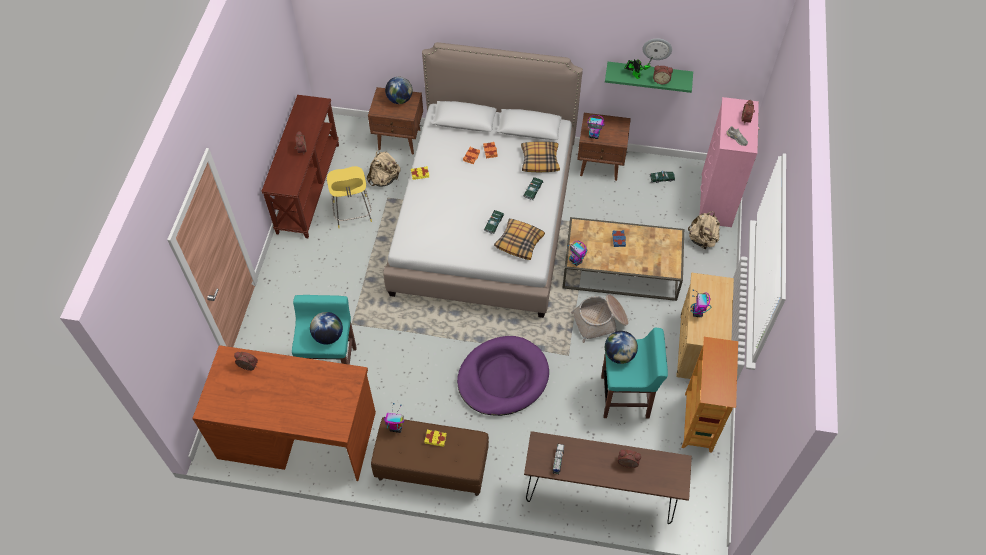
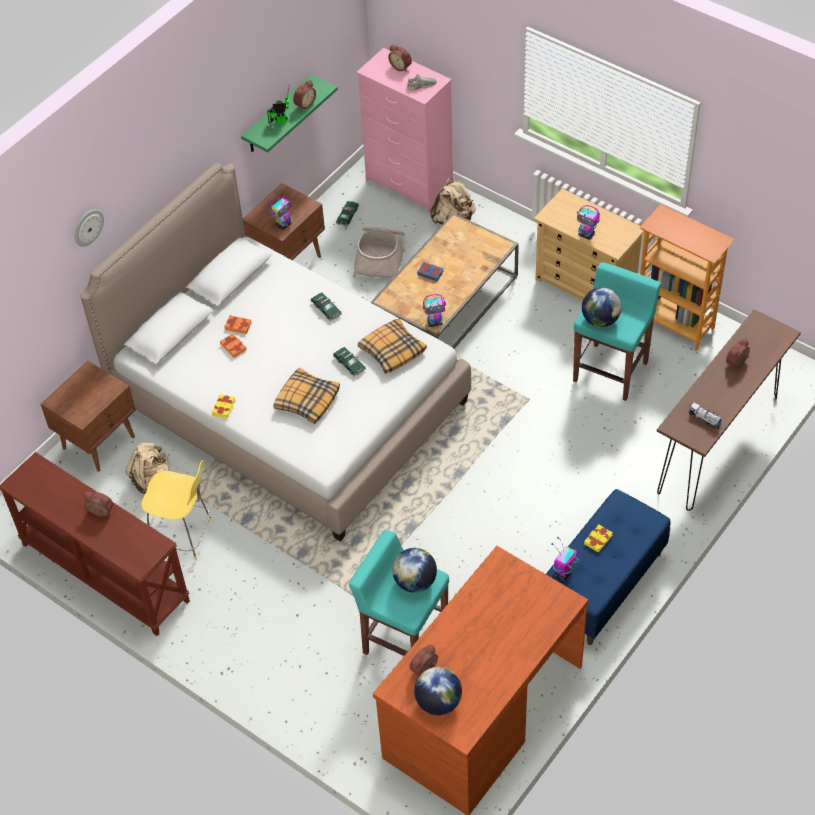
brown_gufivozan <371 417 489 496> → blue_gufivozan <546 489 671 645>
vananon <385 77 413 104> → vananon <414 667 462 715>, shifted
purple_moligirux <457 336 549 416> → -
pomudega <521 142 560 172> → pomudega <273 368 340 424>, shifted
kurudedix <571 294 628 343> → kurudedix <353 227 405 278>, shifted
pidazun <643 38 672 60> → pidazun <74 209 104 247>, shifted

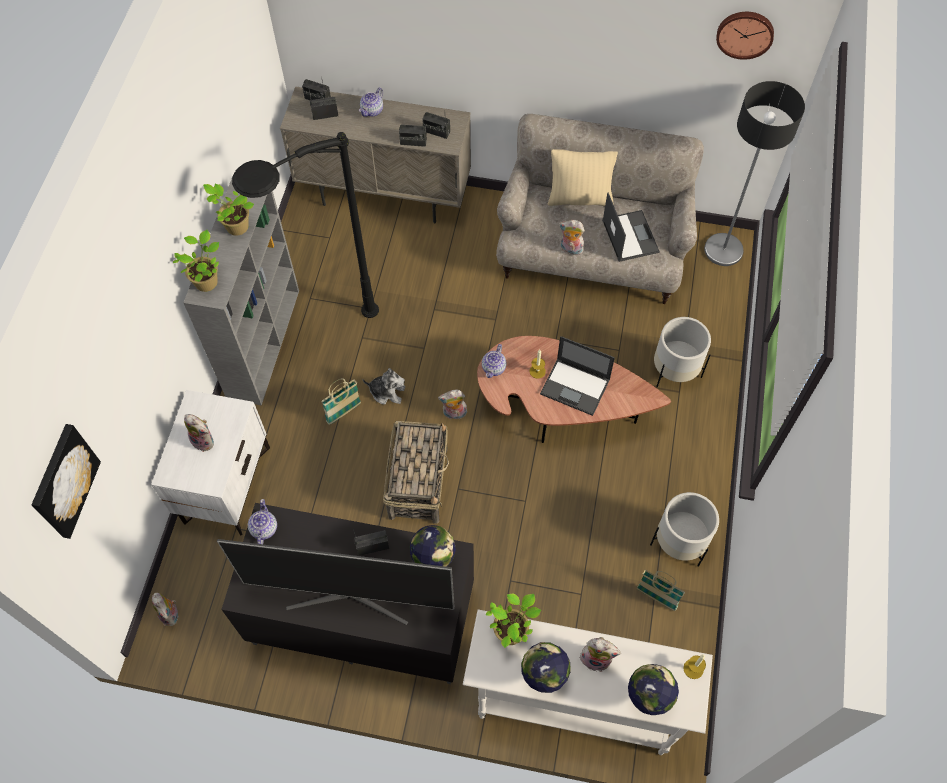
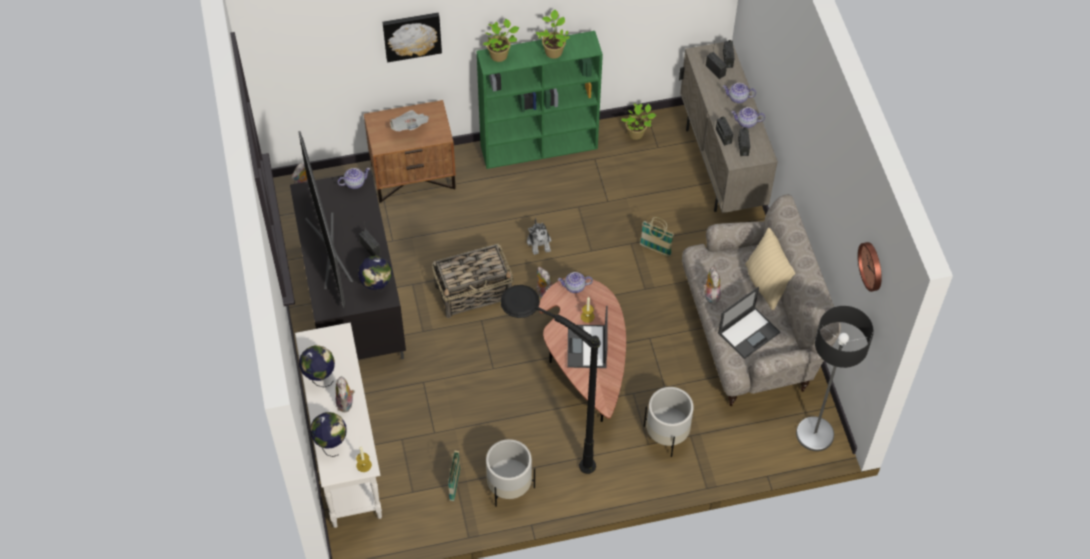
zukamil <32 424 101 539> → zukamil <383 13 442 62>, shifted
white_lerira <151 390 270 536> → brown_lerira <364 100 456 203>
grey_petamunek <183 179 299 406> → green_petamunek <477 31 603 169>
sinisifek <184 414 214 452> → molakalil <390 110 429 131>
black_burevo <232 132 379 318> → black_burevo <500 285 600 474>, shifted
kurudedix <321 378 361 425> → kurudedix <640 217 674 256>, shifted
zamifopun <486 594 541 648> → zamifopun <621 103 656 140>, shifted
- → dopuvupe <731 107 765 128>

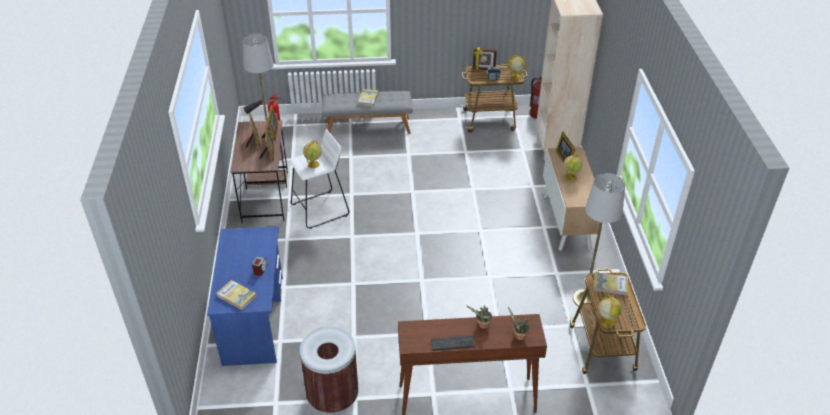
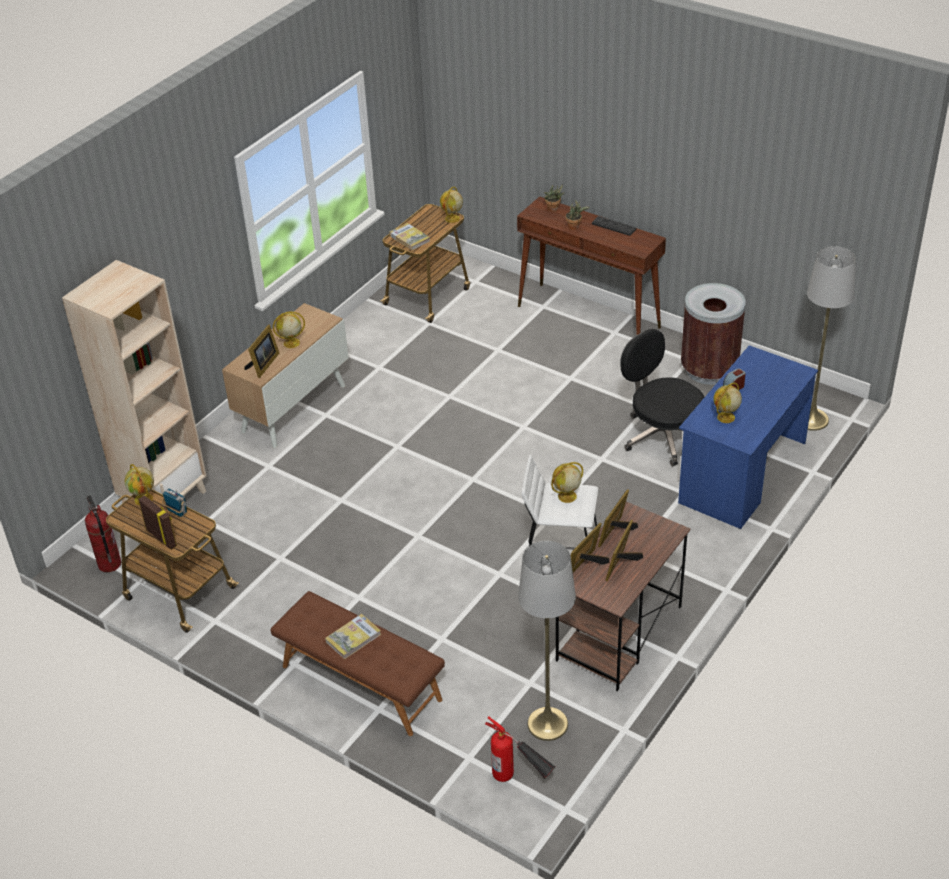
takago <216 280 257 310> → -
grey_gufivozan <322 91 413 134> → brown_gufivozan <271 591 445 736>
grey_burevo <573 173 625 309> → grey_burevo <807 246 856 431>, shifted
- → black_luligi <620 329 704 467>
- → vananon <713 382 742 423>

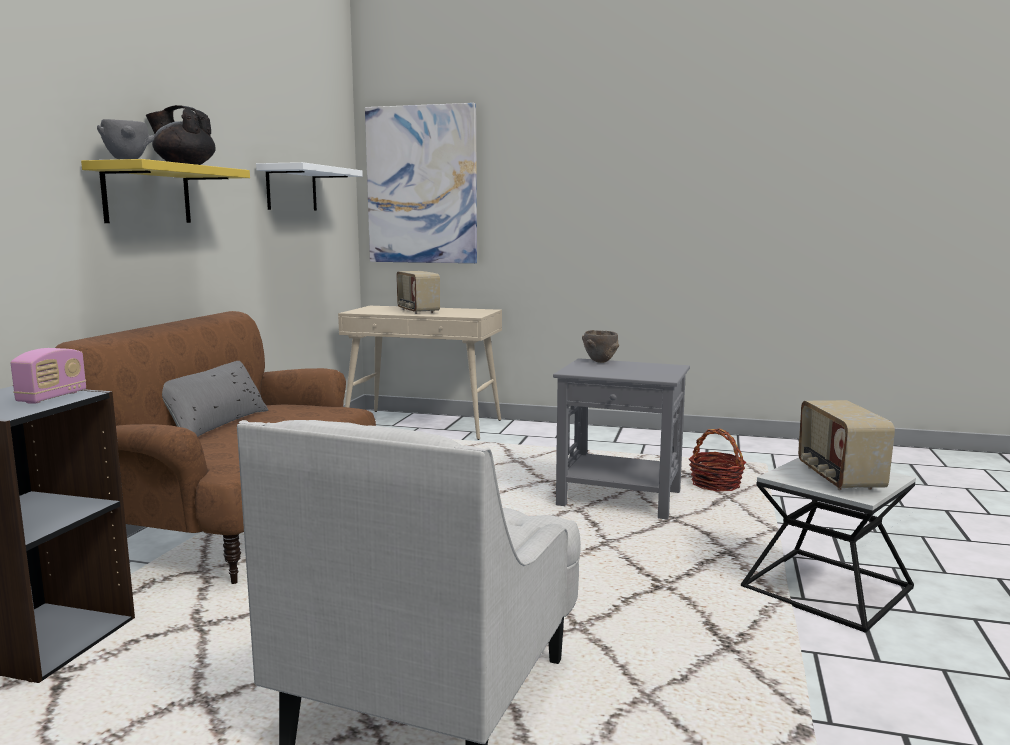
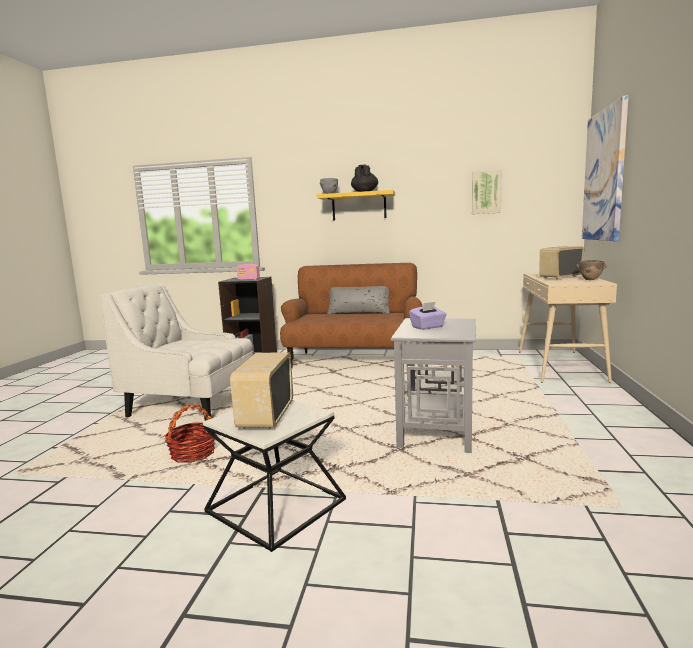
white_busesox <256 162 363 211> → zukamil <472 170 502 214>
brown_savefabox <582 330 619 363> → brown_savefabox <576 260 607 280>, shifted
kurudedix <689 428 746 492> → kurudedix <165 404 216 463>, shifted
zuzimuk <798 400 895 490> → zuzimuk <230 352 293 429>, 75 degrees counterclockwise
- → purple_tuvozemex <409 302 447 330>

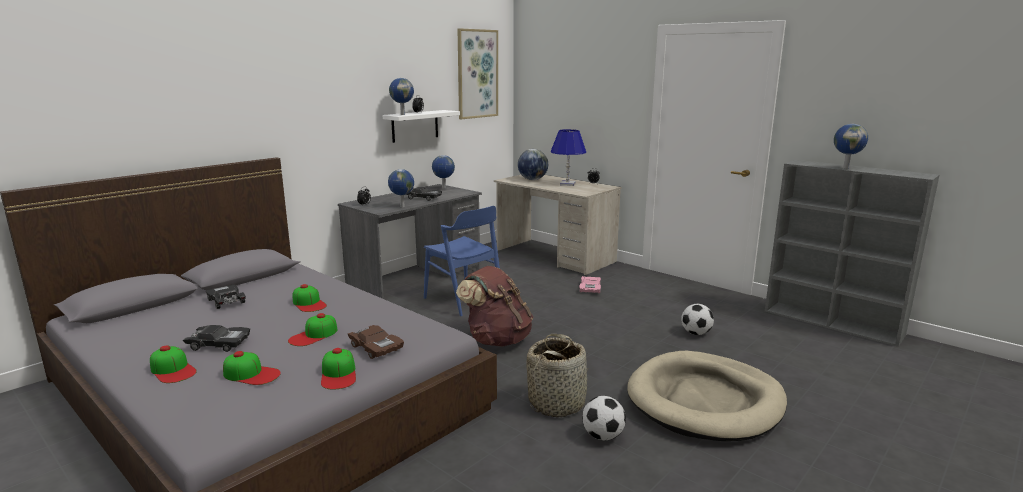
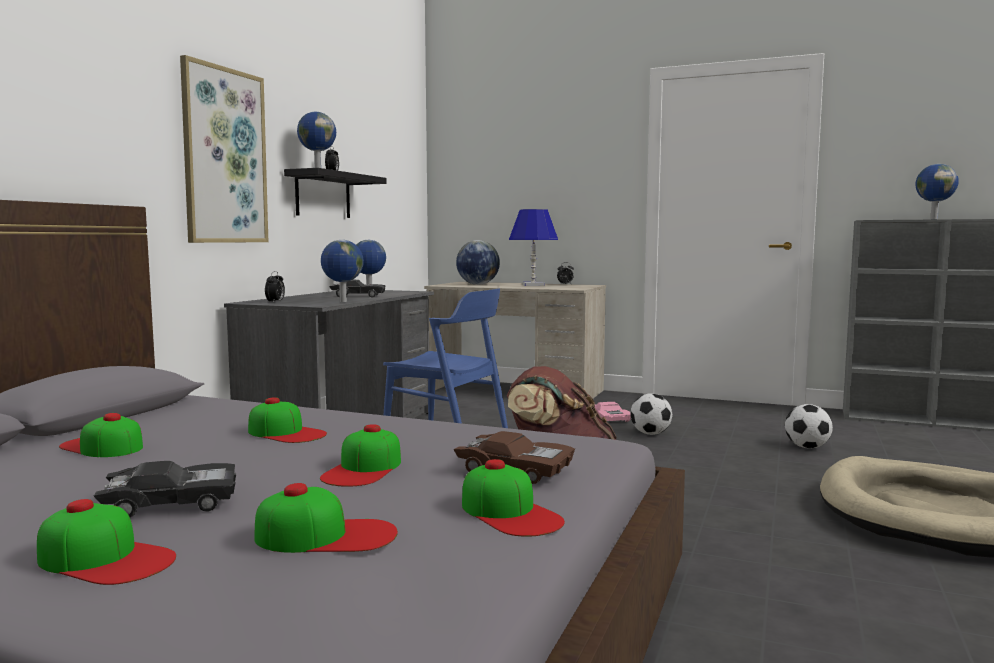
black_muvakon <206 285 246 309> → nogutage <59 413 143 457>
white_busesox <383 110 460 143> → black_busesox <284 168 387 218>
zukamil <458 28 498 119> → zukamil <180 55 268 243>, shifted
kurudedix <527 334 589 417> → -
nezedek <582 396 626 440> → nezedek <630 393 672 435>, shifted

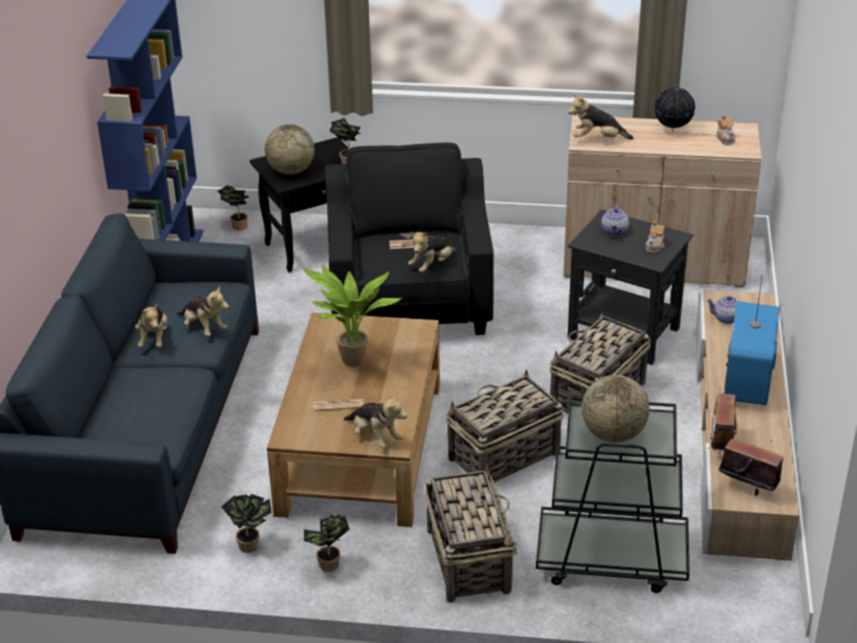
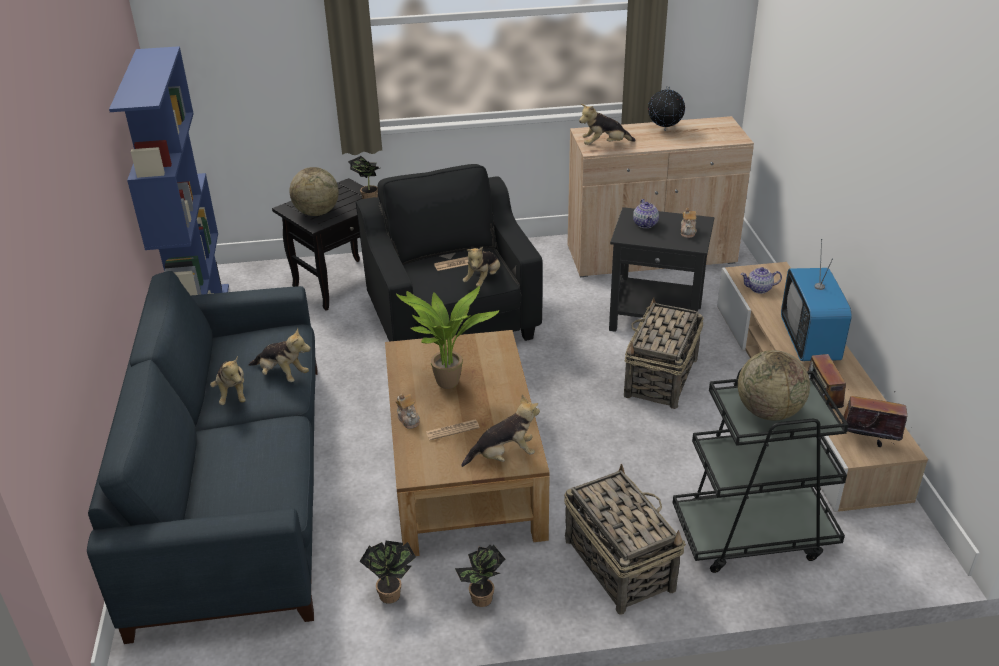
zamifopun <218 185 250 230> → -
sinisifek <344 392 407 447> → sinisifek <461 395 540 467>, 45 degrees counterclockwise
kurudedix <446 369 564 482> → -
dopuvupe <717 114 736 145> → dopuvupe <395 394 420 429>, shifted

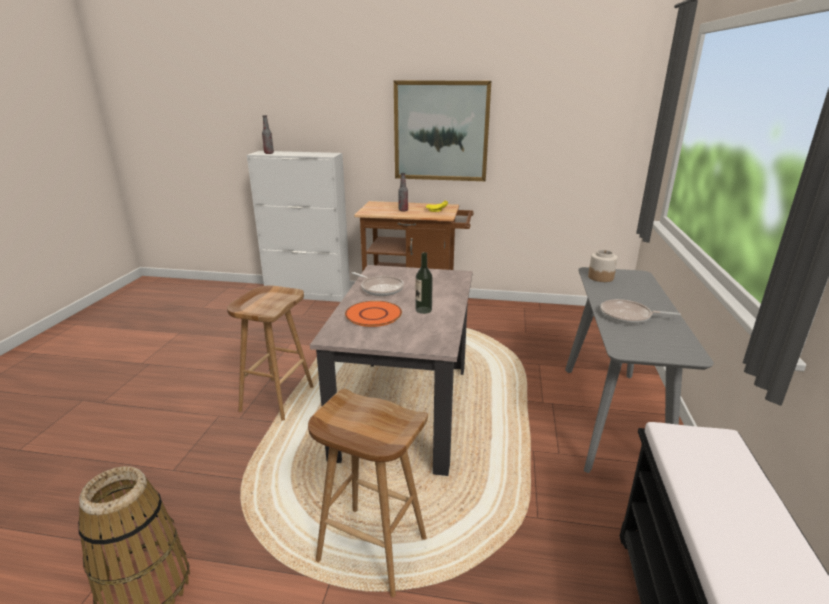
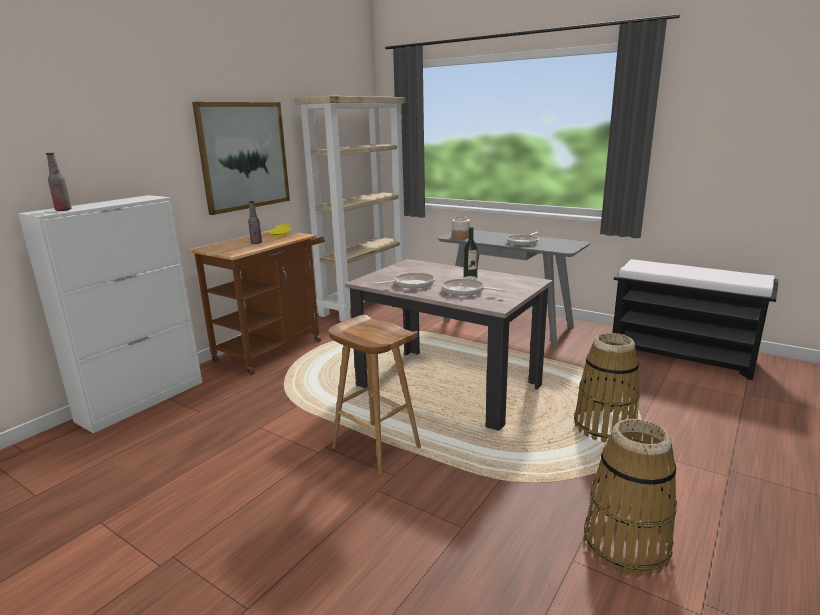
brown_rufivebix <308 389 428 597> → kurudedix <574 333 640 442>
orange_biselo <345 301 402 327> → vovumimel <442 279 505 296>
- → beige_petamunek <295 96 405 322>

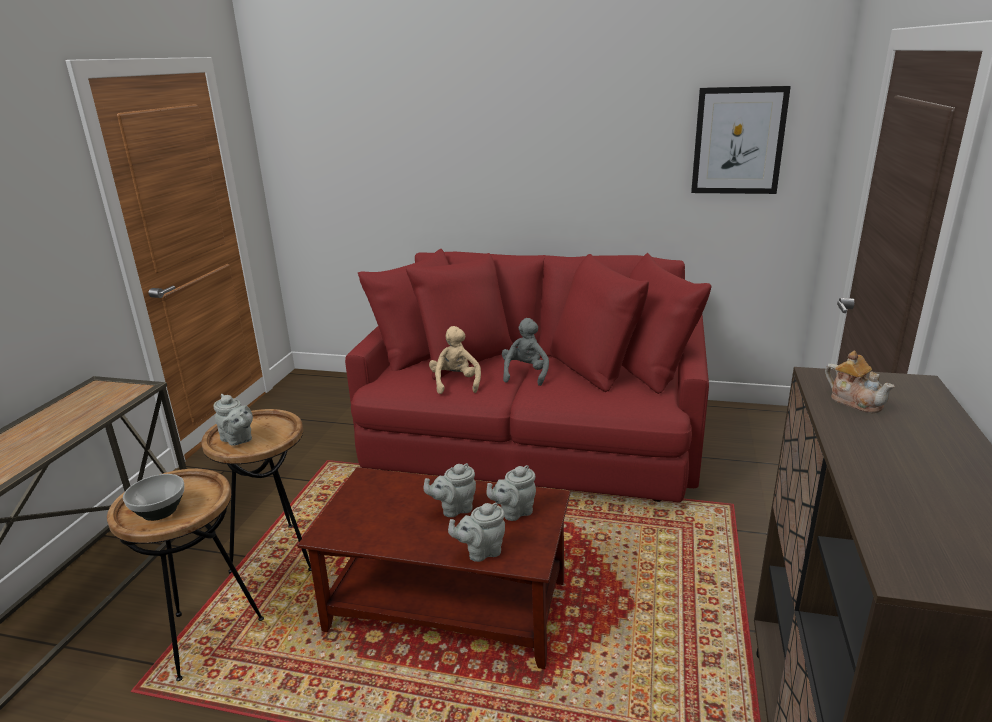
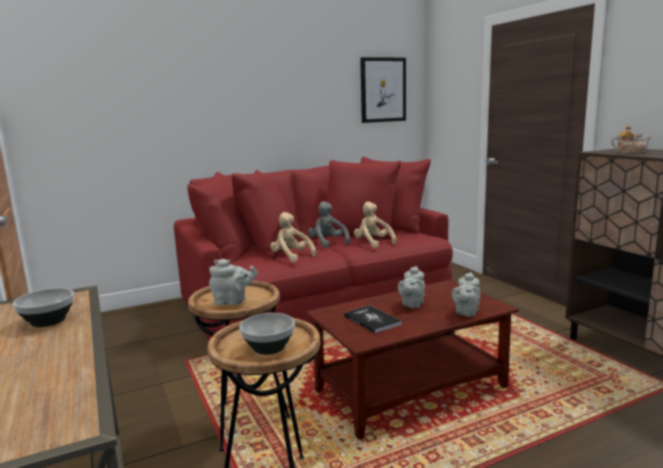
grey_dopuvupe <486 465 536 521> → -
- → savefabox <13 288 74 327>
- → takago <344 305 402 333>
- → beige_sinisifek <354 201 397 248>

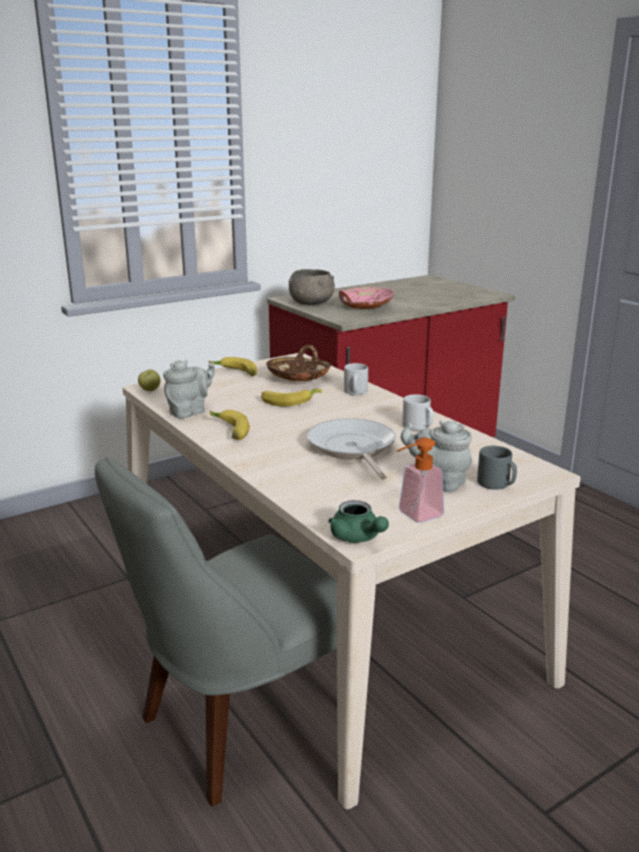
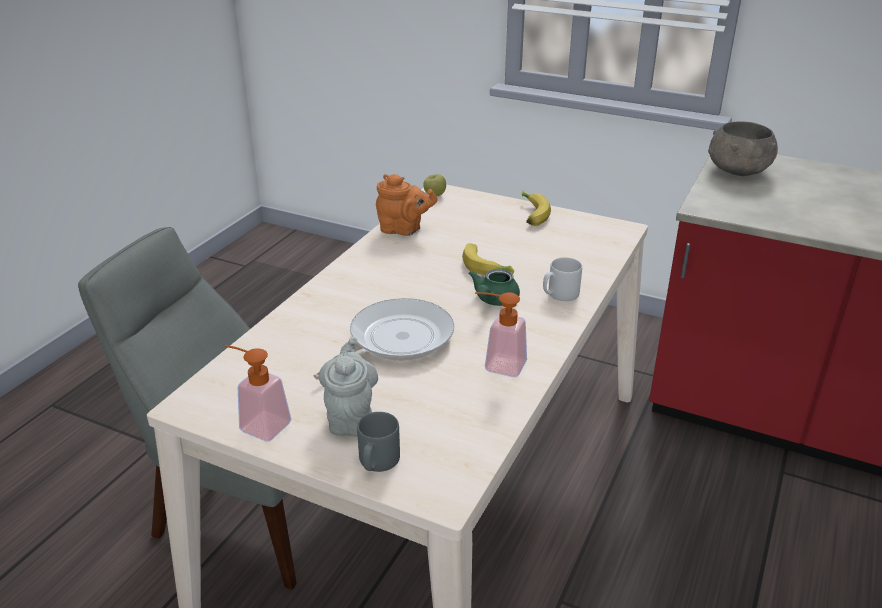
grey_dopuvupe <163 360 215 418> → orange_dopuvupe <376 174 438 236>
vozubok <210 410 250 440> → -
brown_savefabox <266 345 331 381> → -
green_dopuvupe <328 500 389 543> → green_dopuvupe <468 269 520 306>, shifted
pink_savefabox <339 287 395 309> → -
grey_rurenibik <402 394 433 431> → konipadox <475 292 527 377>

